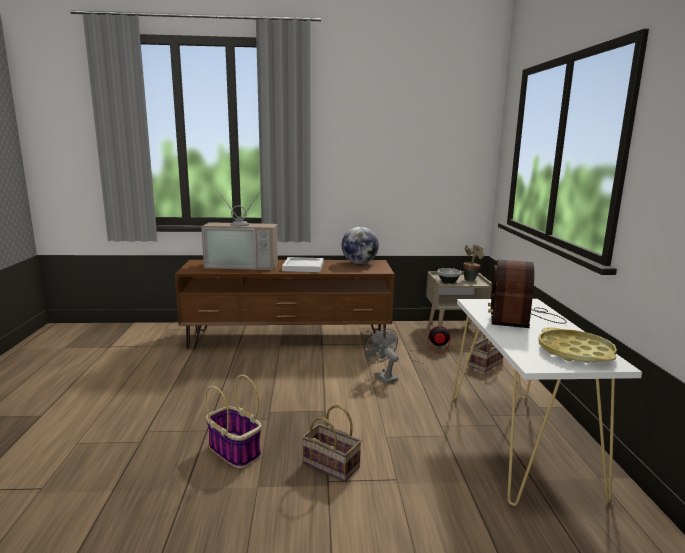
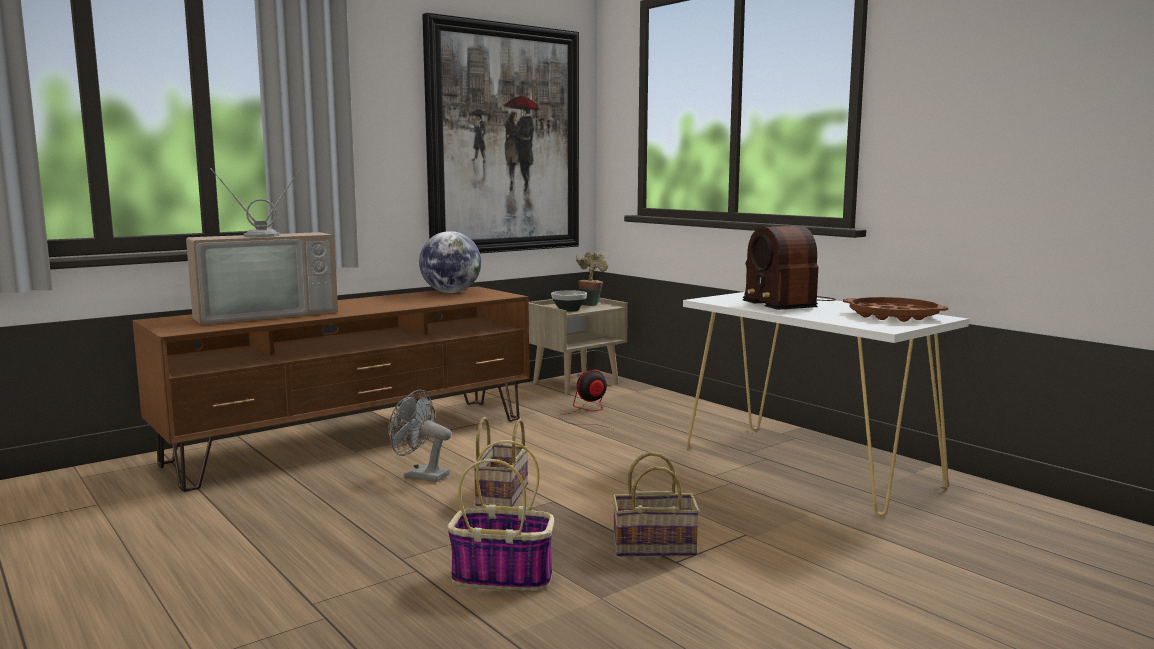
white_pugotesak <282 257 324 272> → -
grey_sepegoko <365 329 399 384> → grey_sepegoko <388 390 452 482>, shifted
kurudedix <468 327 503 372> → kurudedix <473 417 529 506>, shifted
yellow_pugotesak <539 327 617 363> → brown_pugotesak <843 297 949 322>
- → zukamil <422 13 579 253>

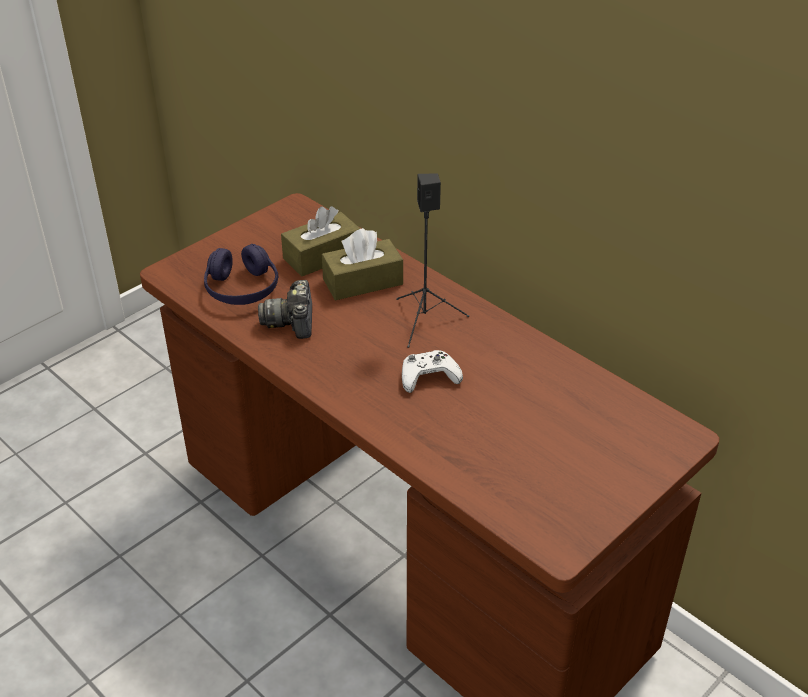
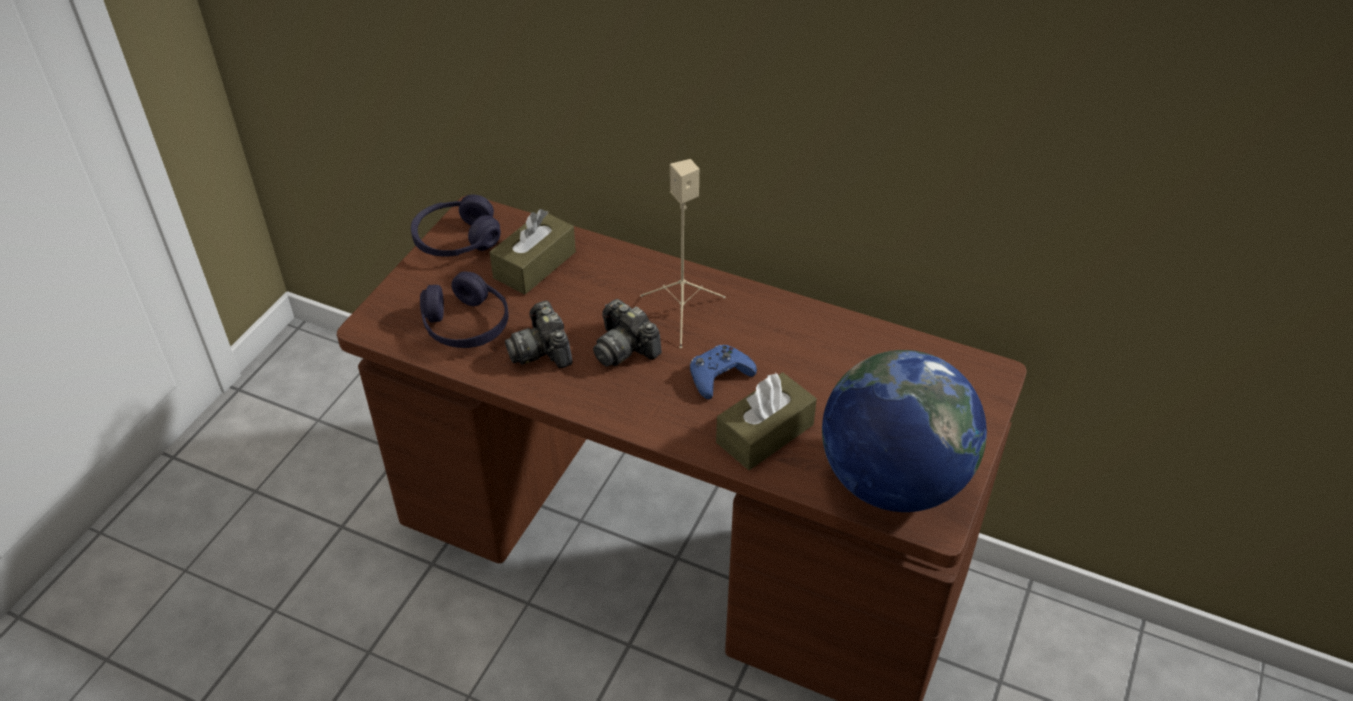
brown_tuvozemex <322 228 403 300> → brown_tuvozemex <716 372 817 470>, shifted
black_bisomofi <396 174 469 348> → beige_bisomofi <640 159 726 349>
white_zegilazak <402 350 463 393> → blue_zegilazak <690 345 757 399>
- → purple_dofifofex <411 194 501 256>
- → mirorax <593 299 662 367>
- → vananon <822 350 987 512>

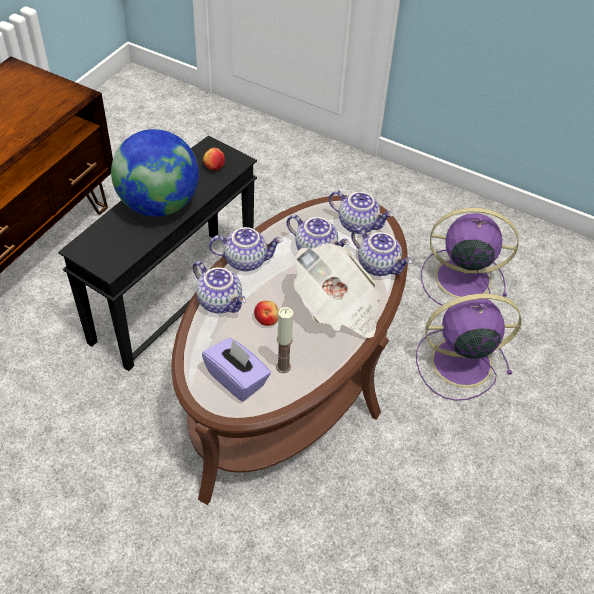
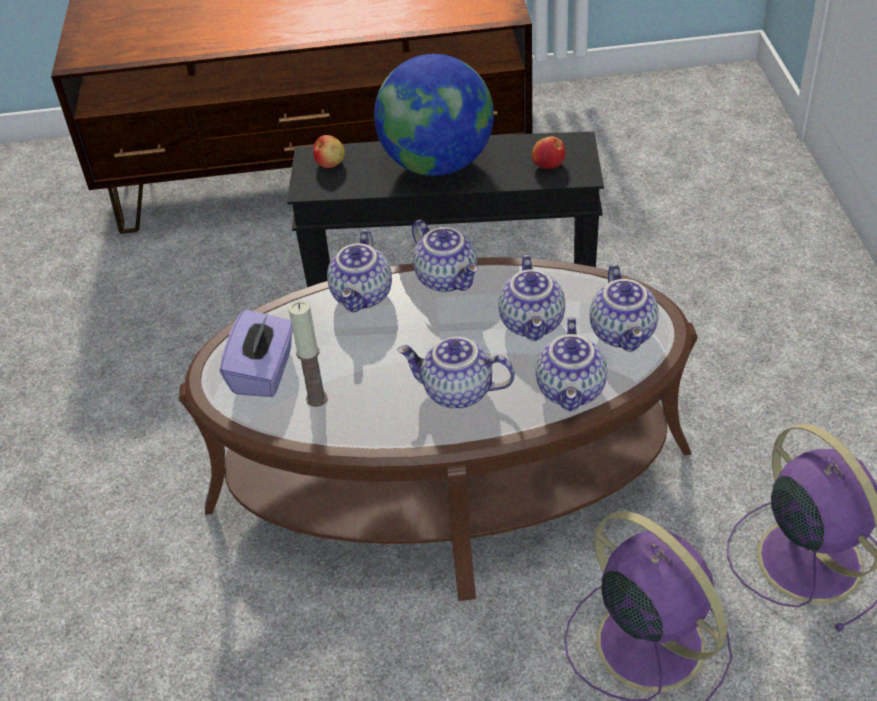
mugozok <254 301 279 326> → mugozok <313 135 345 168>, shifted
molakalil <294 243 382 338> → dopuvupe <397 337 515 409>

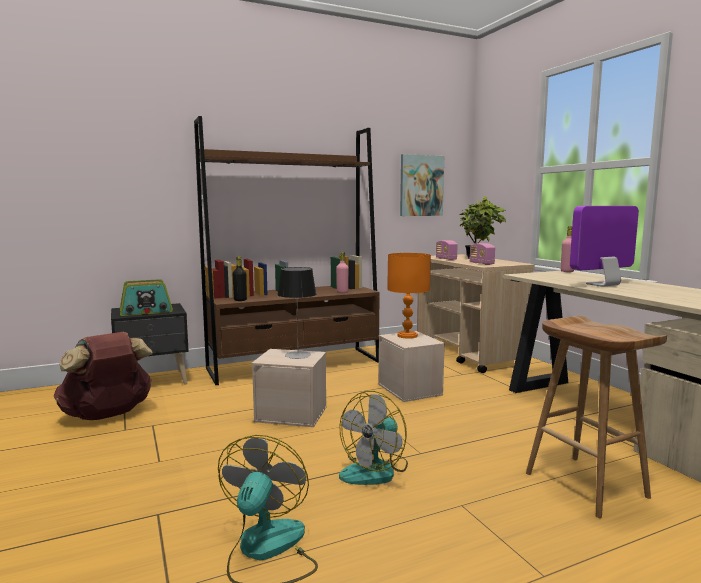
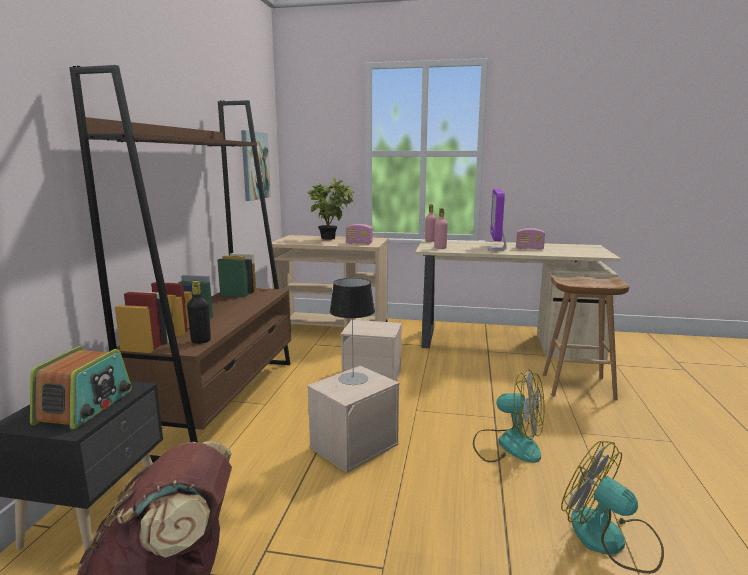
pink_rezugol <336 252 349 293> → pink_rezugol <434 208 448 249>, shifted
sepegoko <339 391 408 485> → sepegoko <473 369 544 463>, 45 degrees counterclockwise
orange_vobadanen <387 253 431 339> → -
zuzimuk <436 240 458 260> → zuzimuk <516 228 545 250>, shifted

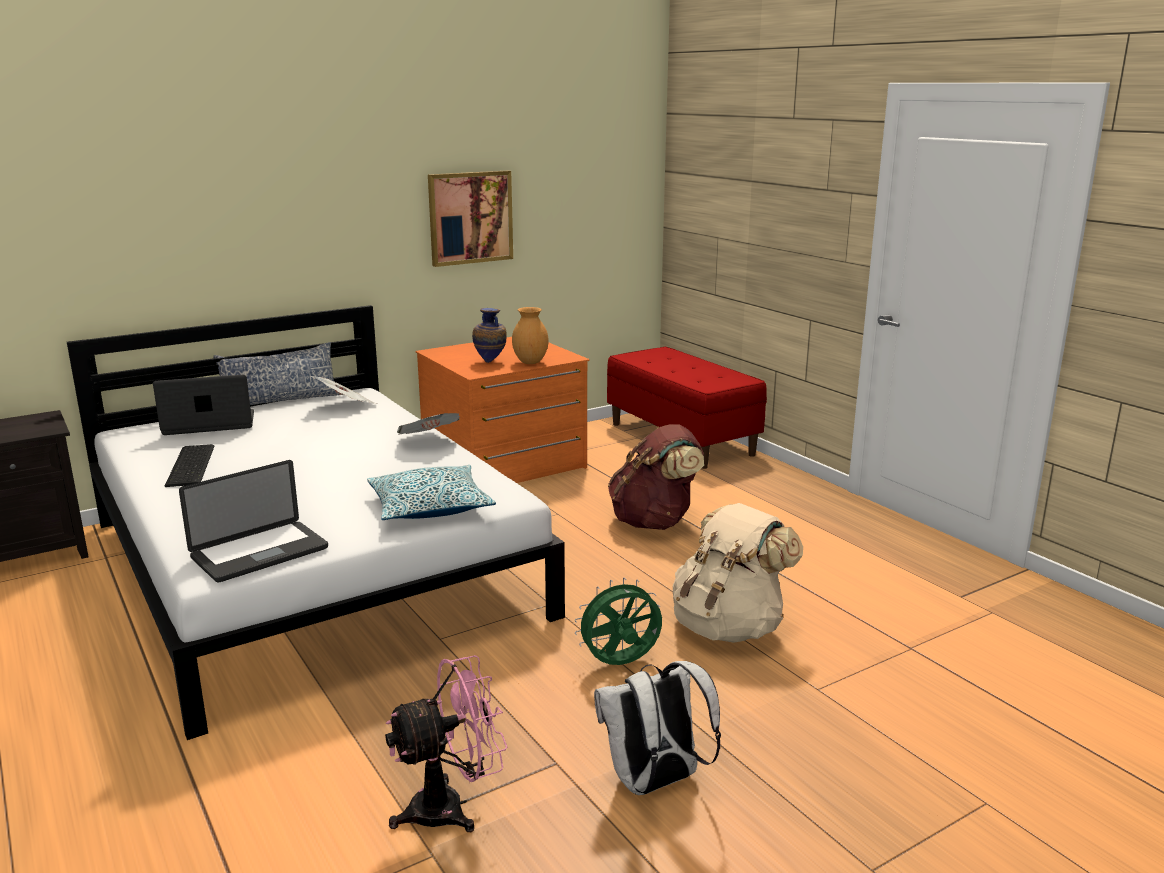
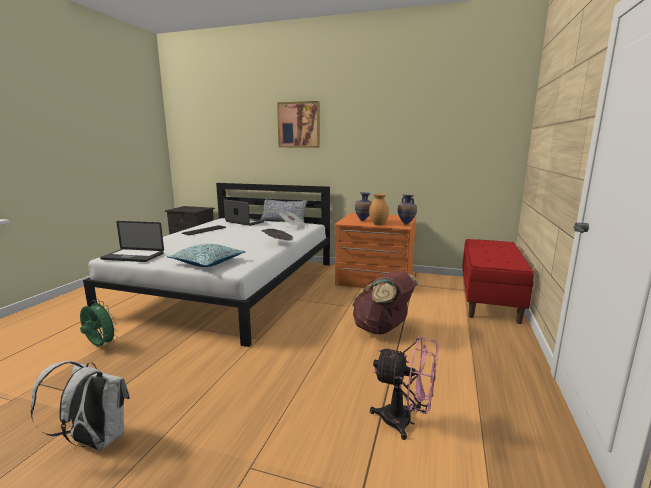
pink_sepegoko <385 655 507 832> → pink_sepegoko <370 336 439 440>, shifted
zukamil <428 171 513 267> → zukamil <277 101 320 148>, shifted
green_sepegoko <575 578 662 665> → green_sepegoko <80 299 118 346>, shifted
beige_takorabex <673 503 803 643> → -
- → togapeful <398 195 417 225>

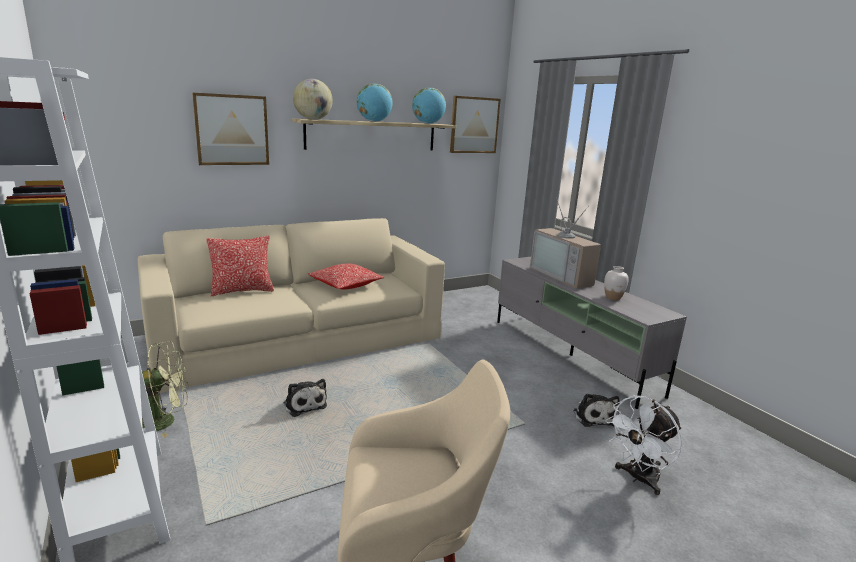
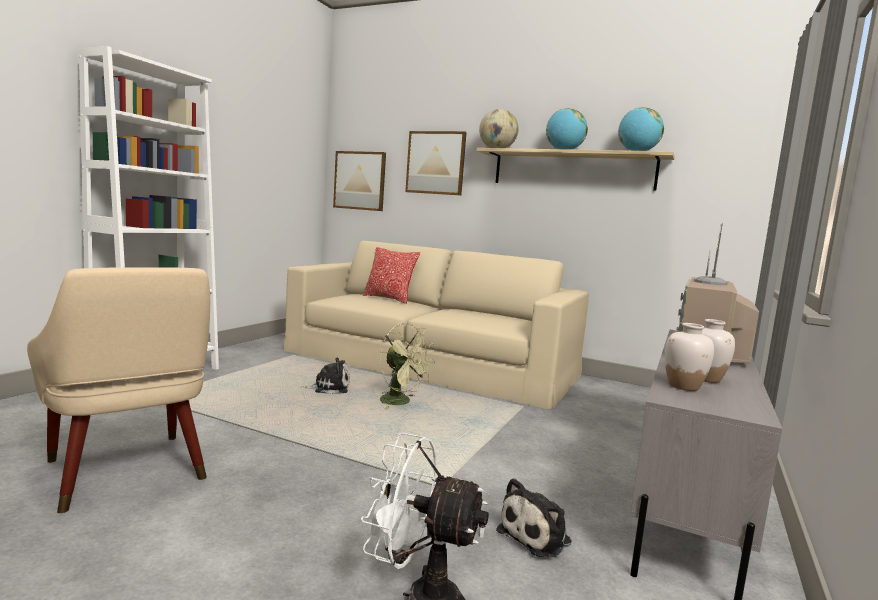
green_sepegoko <142 341 188 438> → green_sepegoko <380 323 435 409>, shifted
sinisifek <284 379 327 417> → sinisifek <301 357 350 394>, 120 degrees counterclockwise
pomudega <308 264 384 289> → -
zukamil <450 96 501 153> → zukamil <333 151 386 211>, shifted
- → white_togapeful <665 323 714 391>

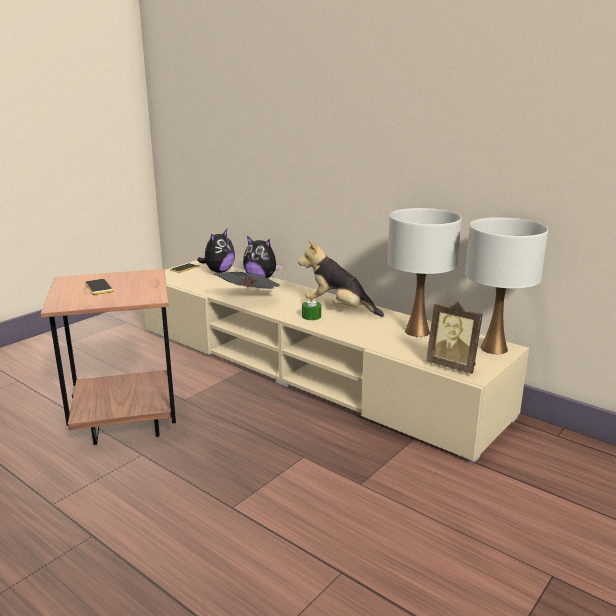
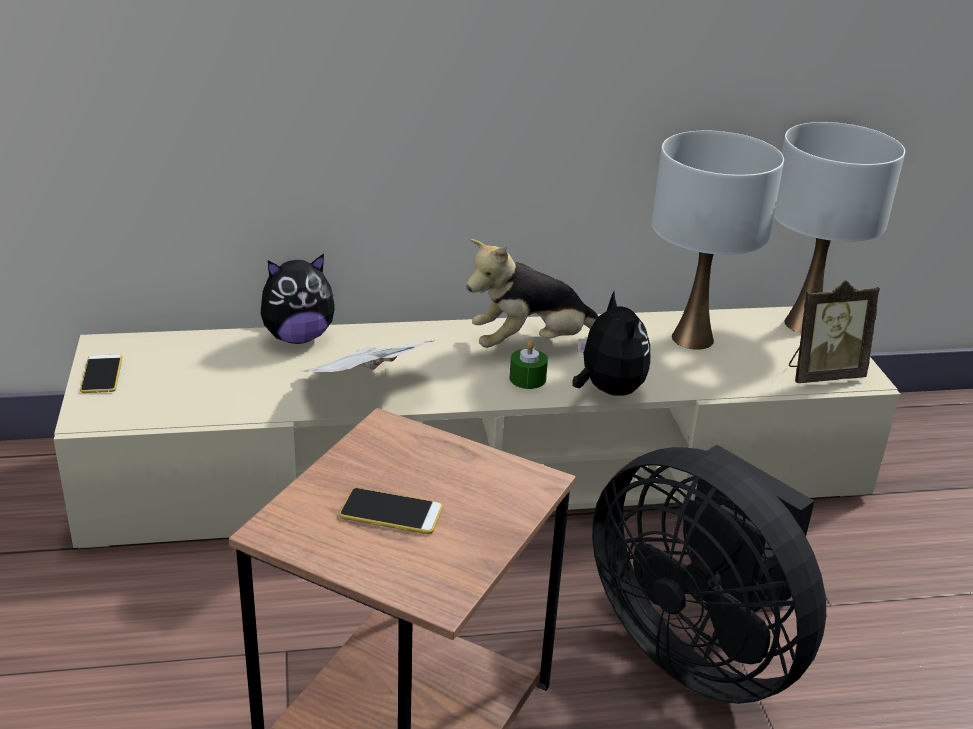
sinisifek <197 229 235 273> → sinisifek <573 291 650 396>, shifted
- → black_sepegoko <592 445 826 704>

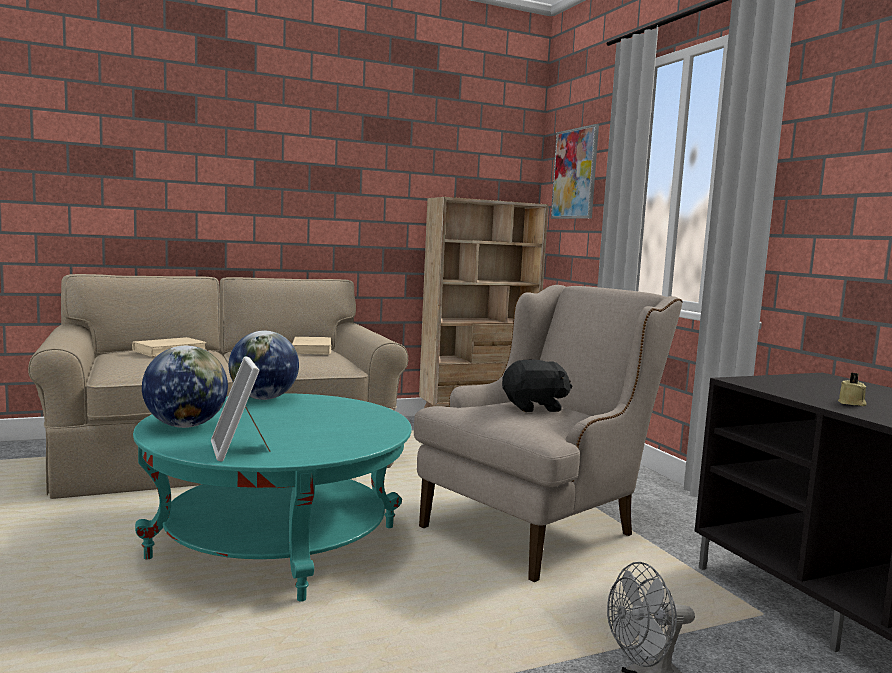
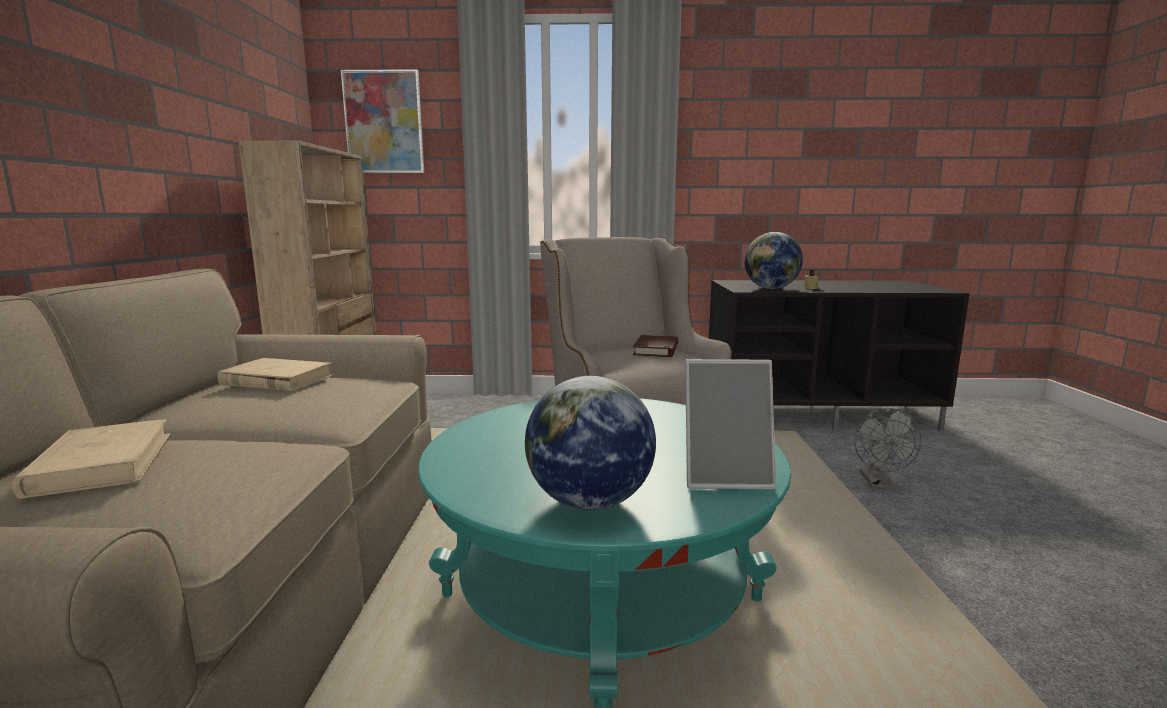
vananon <229 331 299 400> → vananon <744 232 803 289>, shifted
black_sinisifek <502 359 572 412> → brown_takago <633 335 678 357>

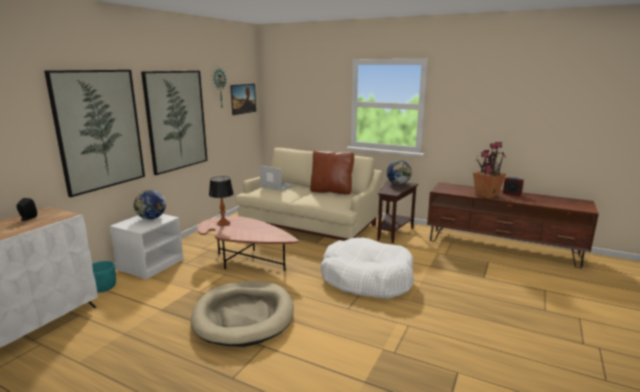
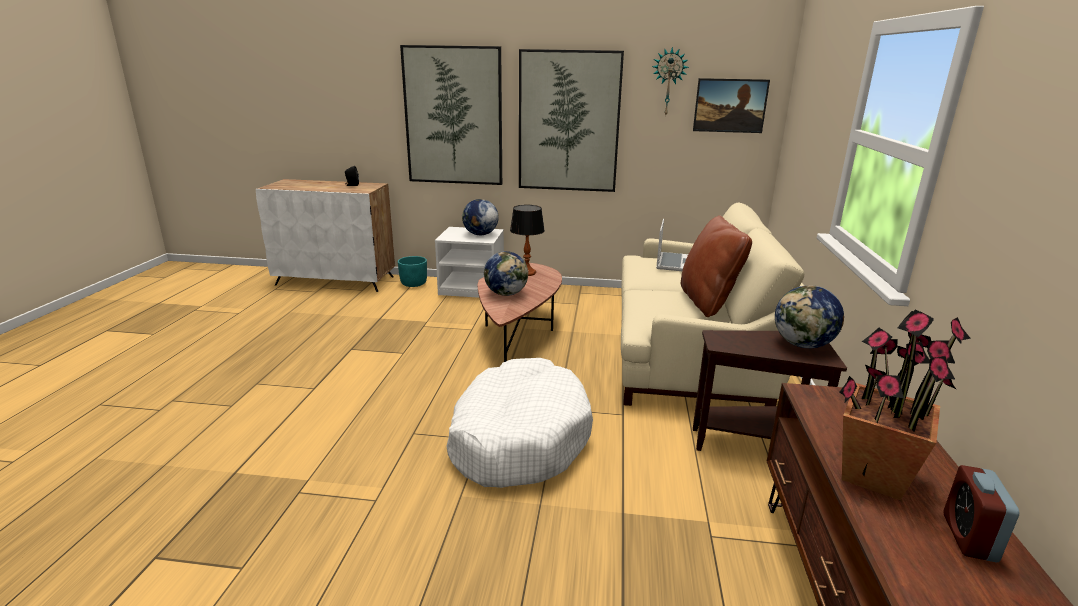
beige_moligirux <191 281 294 347> → -
- → vananon <484 251 529 296>

